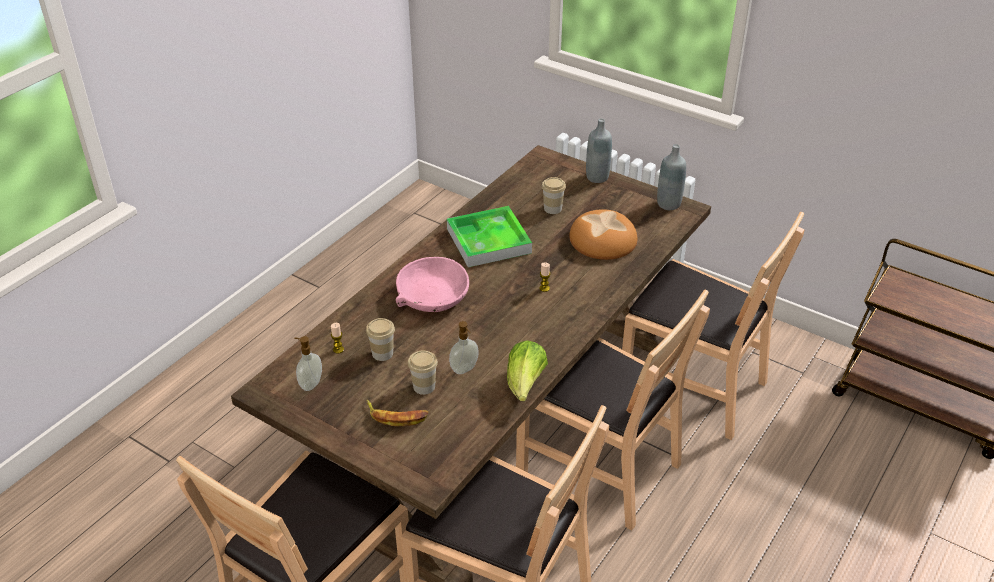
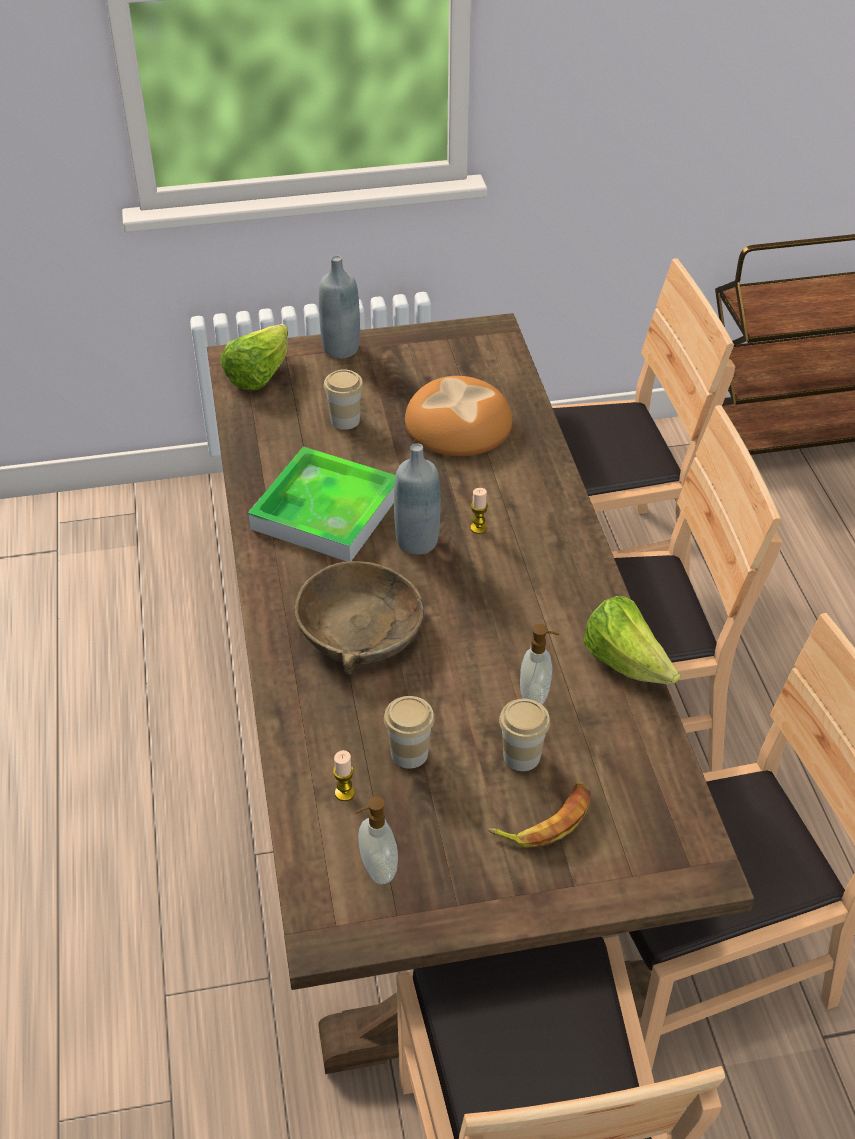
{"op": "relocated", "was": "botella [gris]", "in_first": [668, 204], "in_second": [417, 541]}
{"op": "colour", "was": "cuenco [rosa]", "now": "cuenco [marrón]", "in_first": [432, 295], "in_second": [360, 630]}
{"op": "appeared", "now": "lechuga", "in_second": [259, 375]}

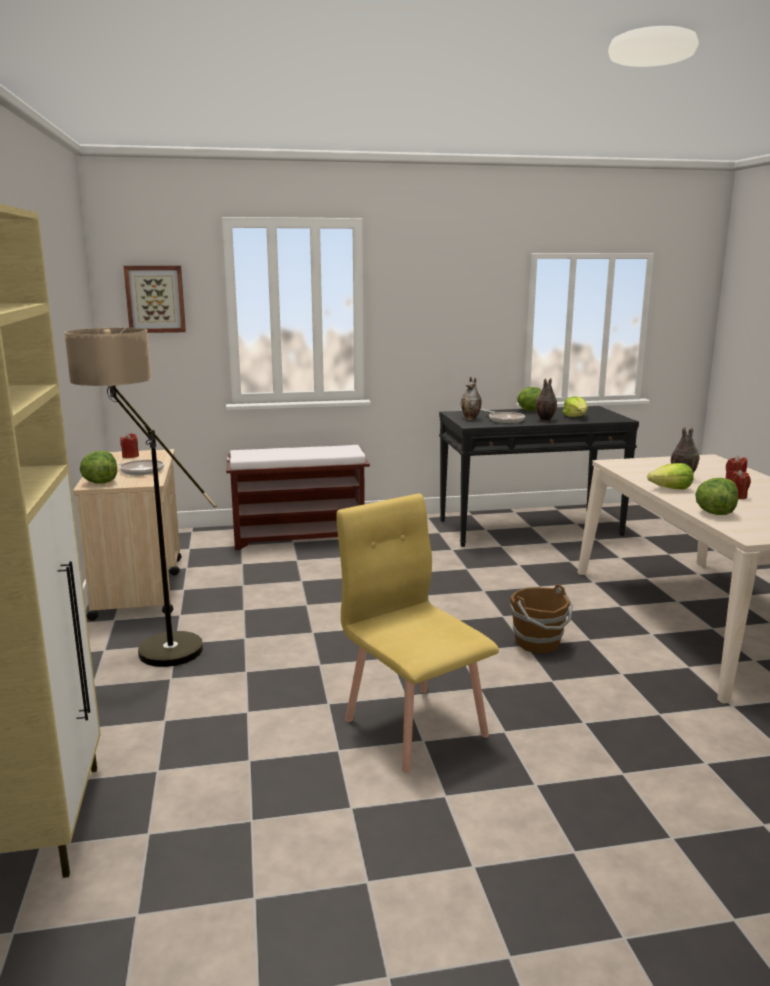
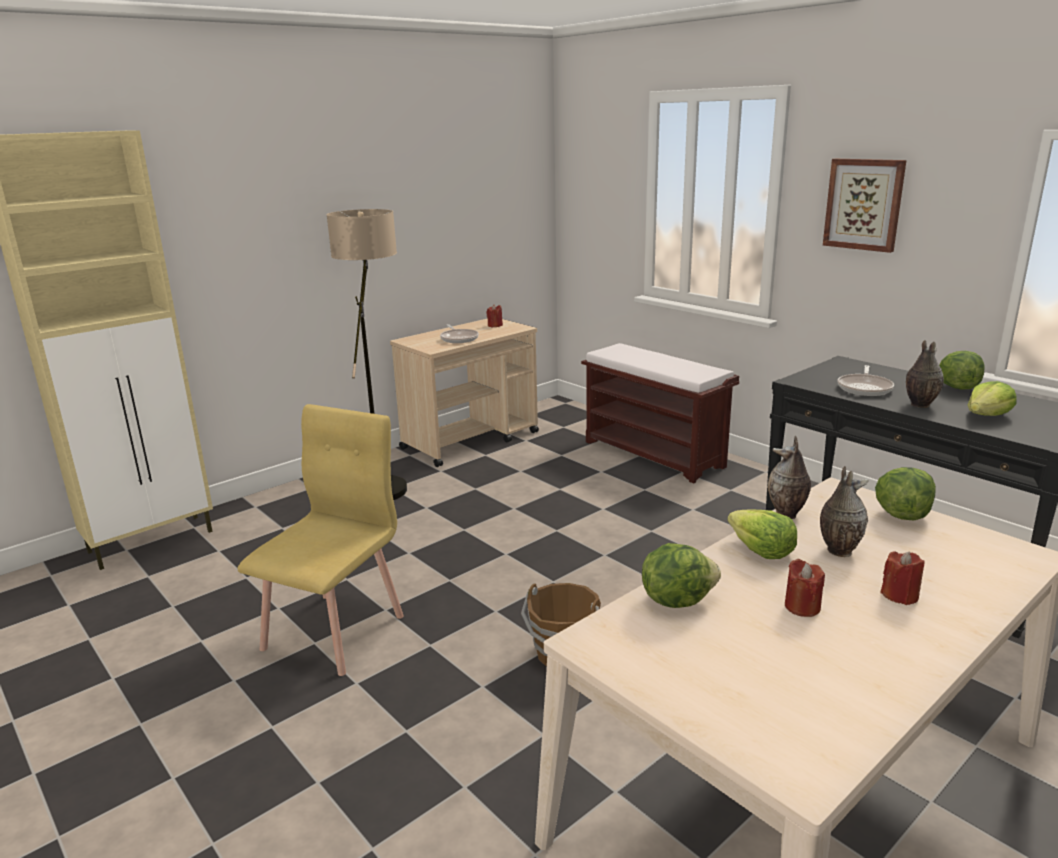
{"op": "relocated", "was": "cuadro", "in_first": [155, 299], "in_second": [864, 204]}
{"op": "relocated", "was": "florero", "in_first": [471, 419], "in_second": [786, 515]}
{"op": "relocated", "was": "lechuga", "in_first": [100, 482], "in_second": [901, 515]}

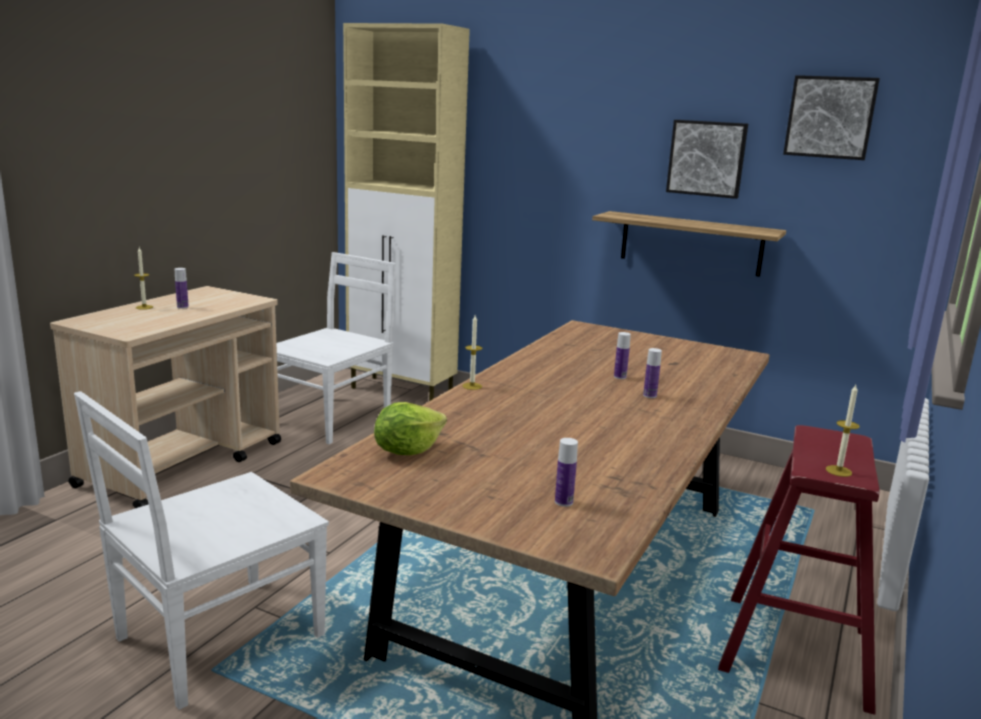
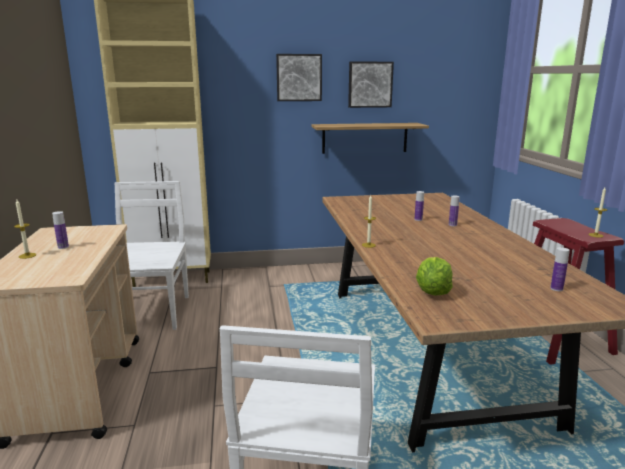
{"op": "relocated", "was": "cuadro", "in_first": [830, 117], "in_second": [299, 77]}

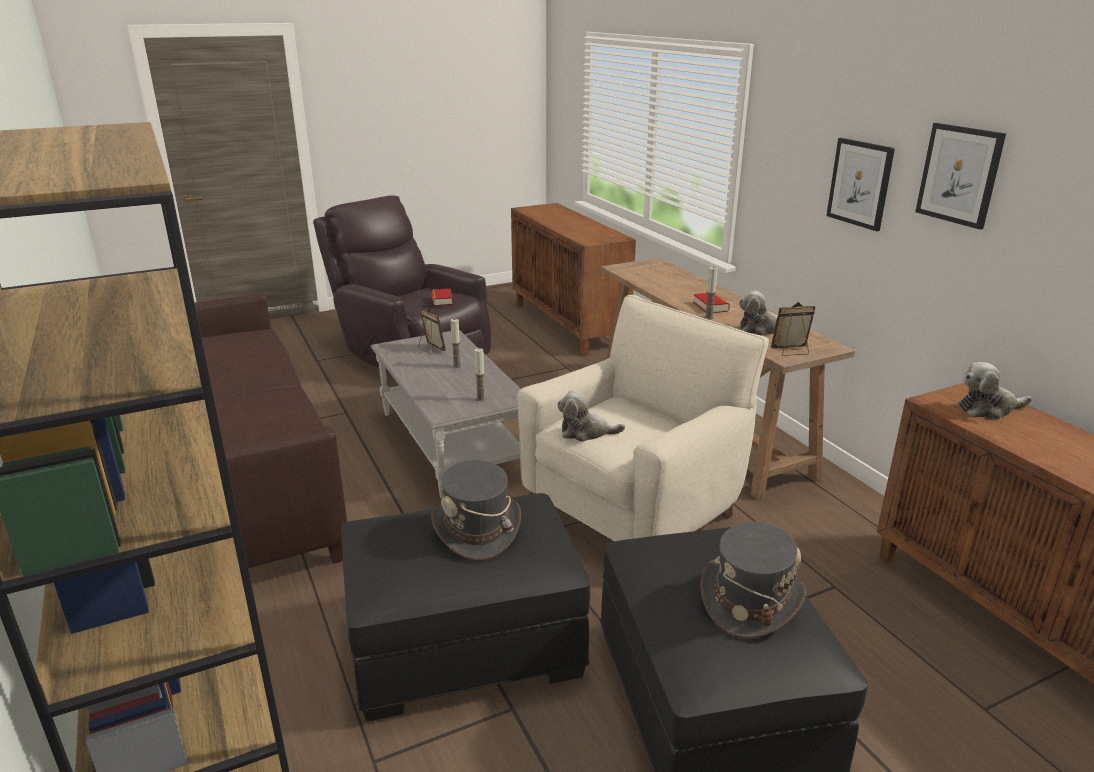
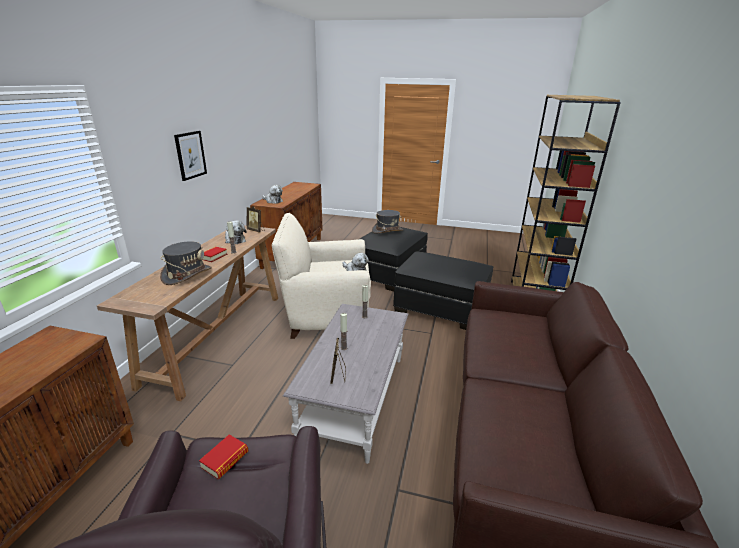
{"op": "missing", "was": "cuadro", "in_first": [959, 175]}
{"op": "relocated", "was": "sombrero [gris]", "in_first": [477, 529], "in_second": [187, 275]}

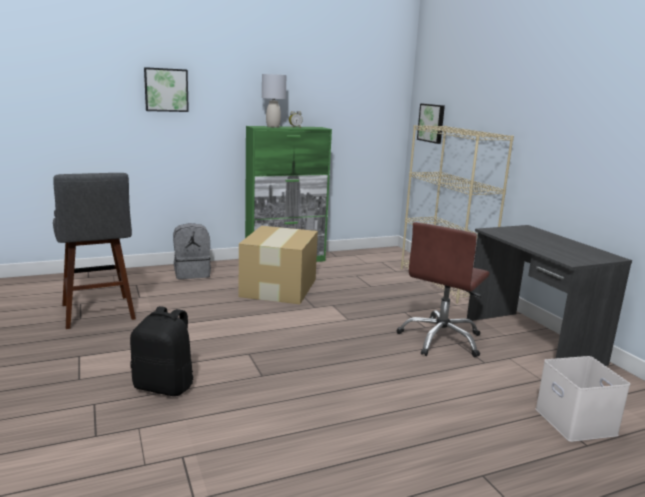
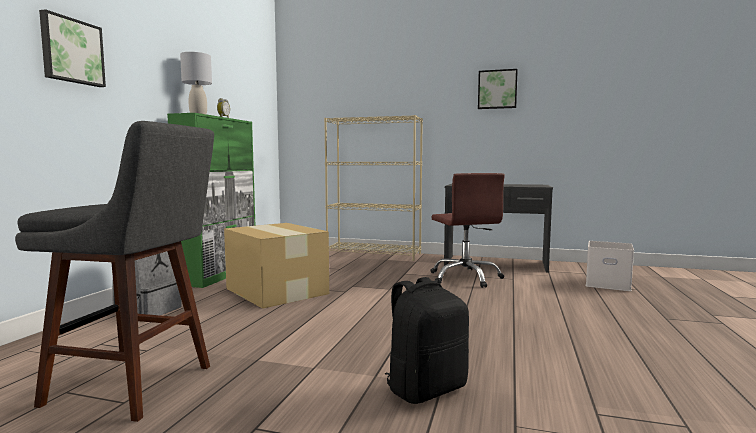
{"op": "relocated", "was": "cuadro", "in_first": [432, 123], "in_second": [497, 89]}

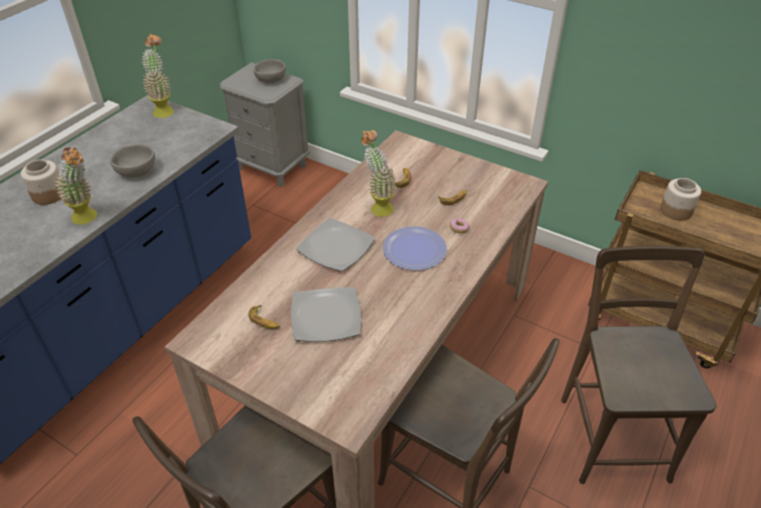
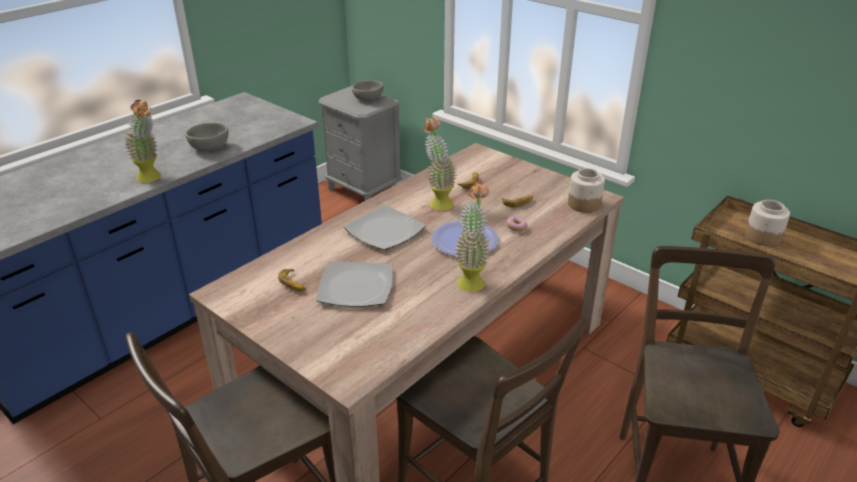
{"op": "relocated", "was": "planta en maceta", "in_first": [164, 109], "in_second": [471, 279]}
{"op": "relocated", "was": "tarro", "in_first": [48, 194], "in_second": [583, 204]}

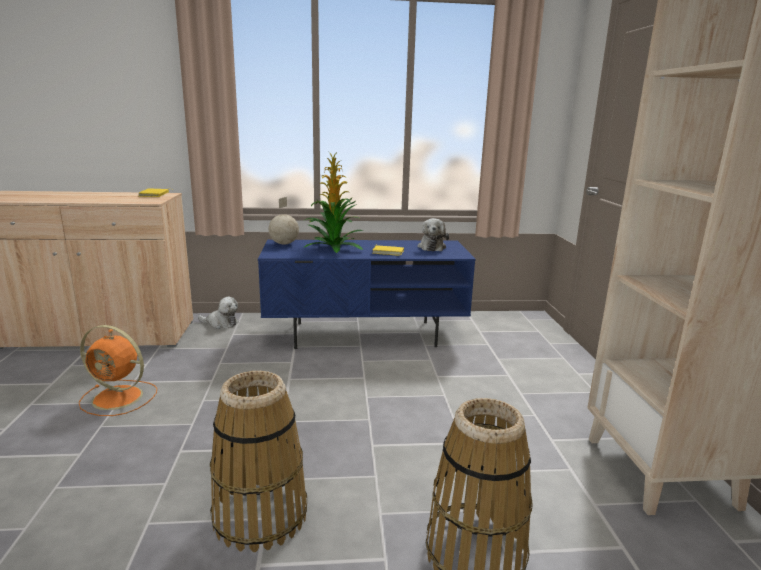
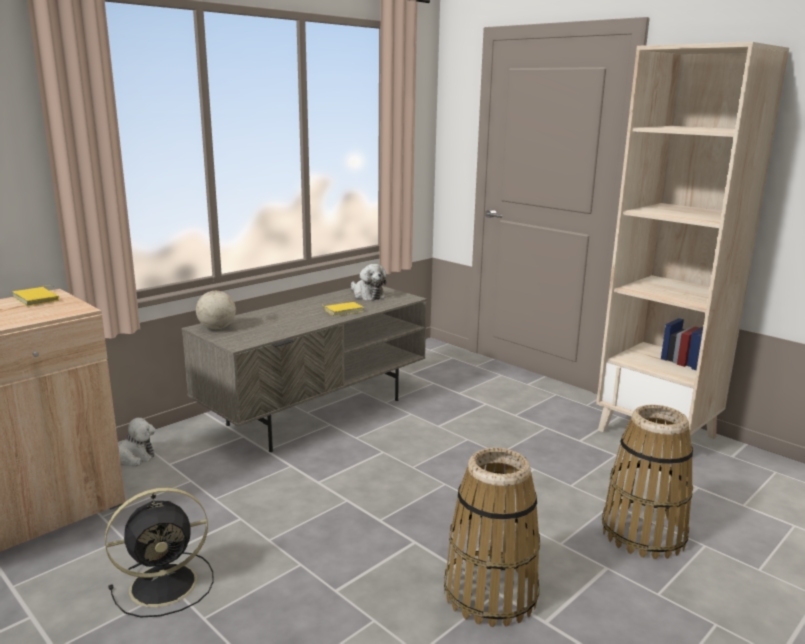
{"op": "missing", "was": "planta en maceta", "in_first": [333, 247]}
{"op": "colour", "was": "mueble de televisión [azul]", "now": "mueble de televisión [gris]", "in_first": [365, 334], "in_second": [316, 411]}
{"op": "colour", "was": "ventilador [naranja]", "now": "ventilador [negro]", "in_first": [119, 398], "in_second": [166, 584]}

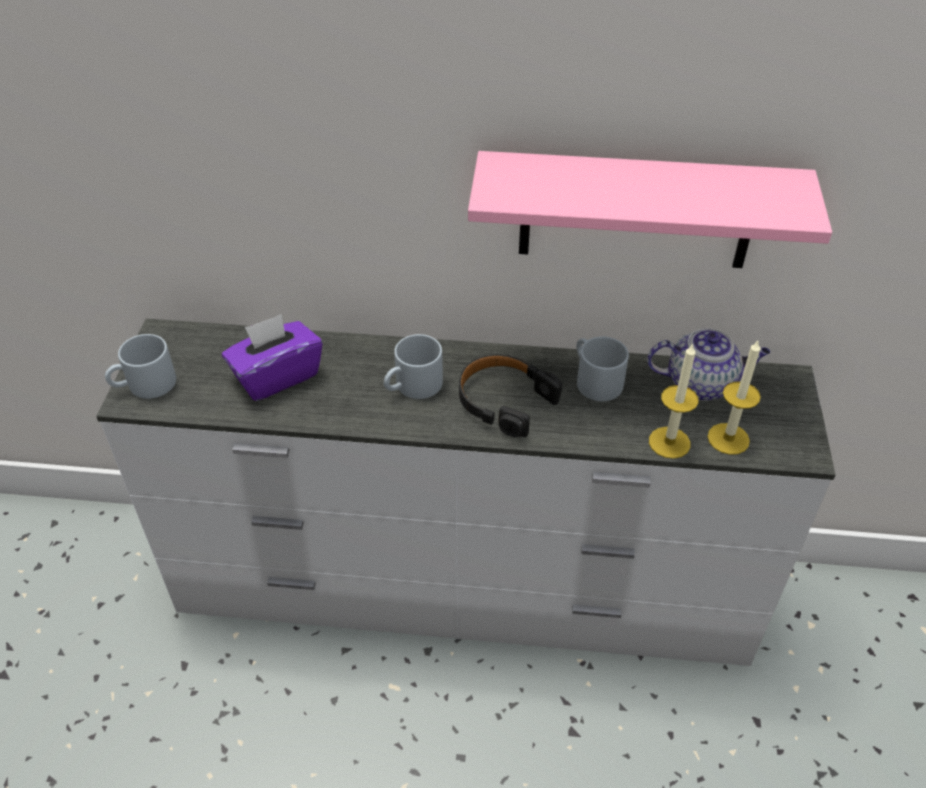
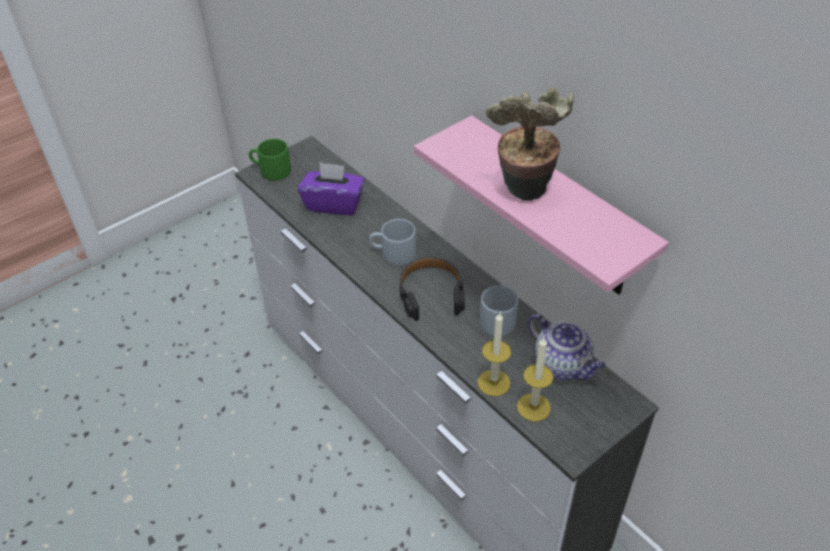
{"op": "colour", "was": "taza grande [gris]", "now": "taza grande [verde]", "in_first": [144, 386], "in_second": [270, 170]}
{"op": "appeared", "now": "planta en maceta", "in_second": [523, 193]}

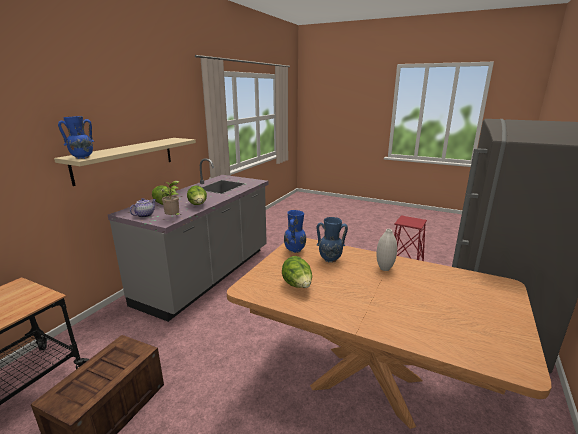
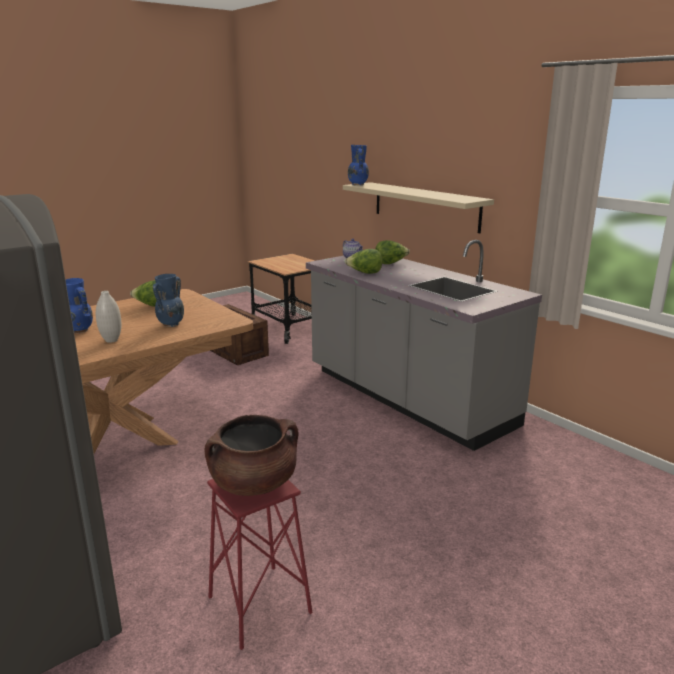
{"op": "missing", "was": "planta en maceta", "in_first": [173, 217]}
{"op": "relocated", "was": "florero [azul]", "in_first": [295, 250], "in_second": [79, 331]}
{"op": "appeared", "now": "olla [marrón]", "in_second": [254, 484]}

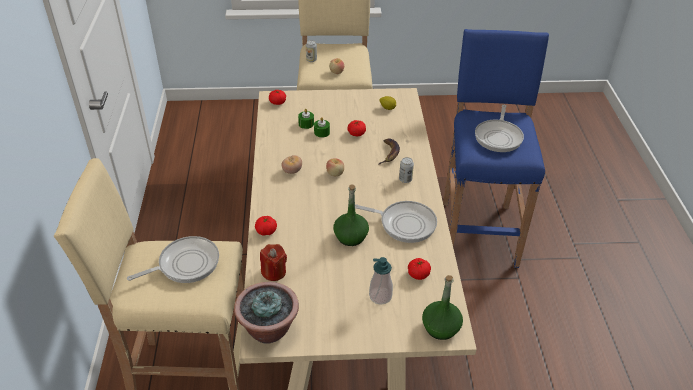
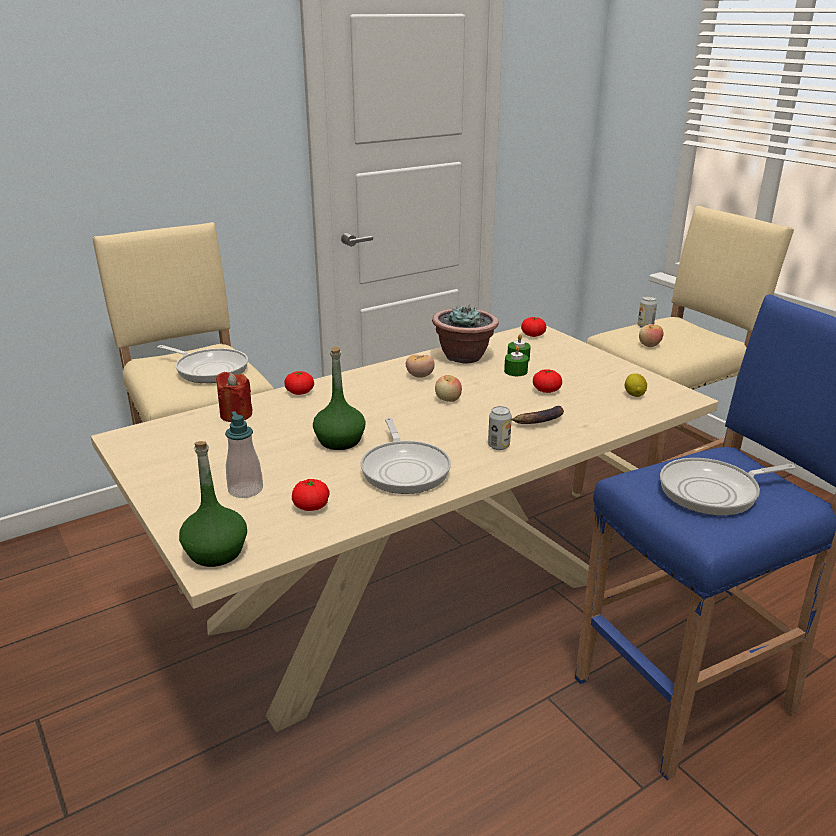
{"op": "relocated", "was": "planta en maceta", "in_first": [268, 329], "in_second": [464, 357]}

